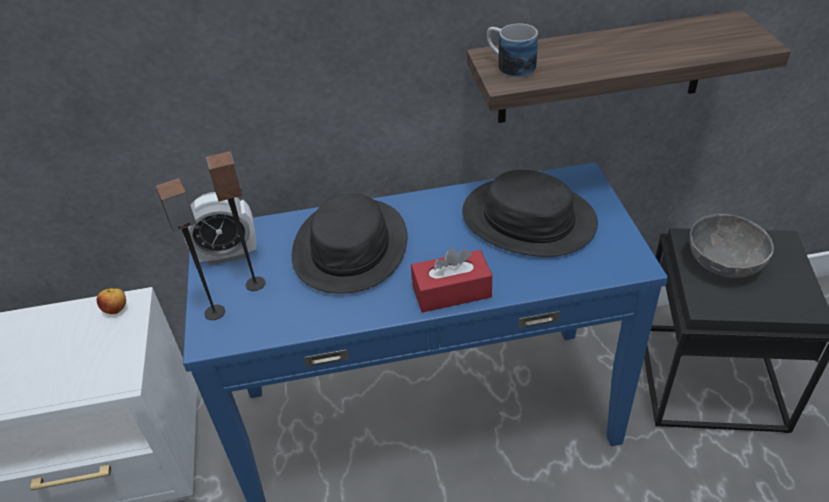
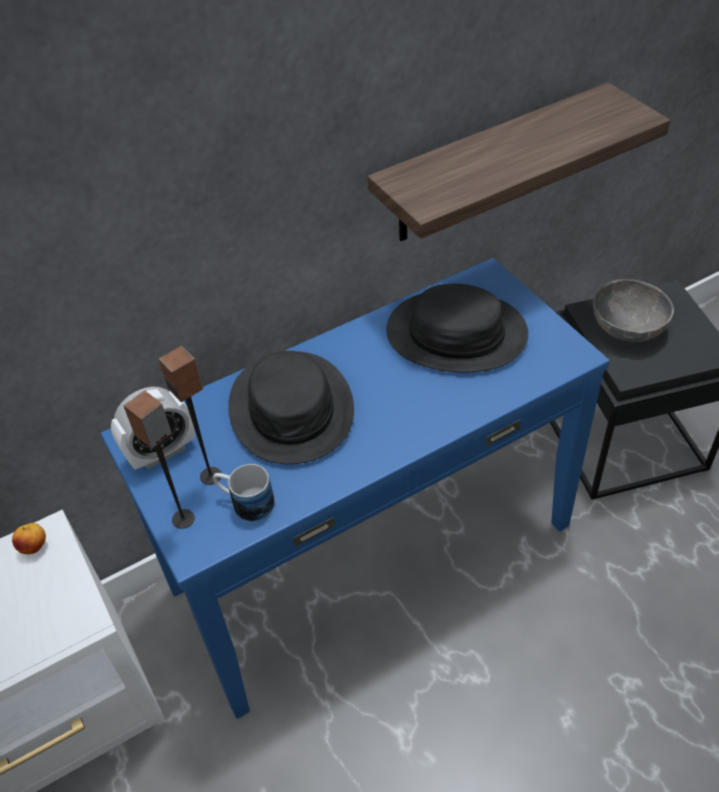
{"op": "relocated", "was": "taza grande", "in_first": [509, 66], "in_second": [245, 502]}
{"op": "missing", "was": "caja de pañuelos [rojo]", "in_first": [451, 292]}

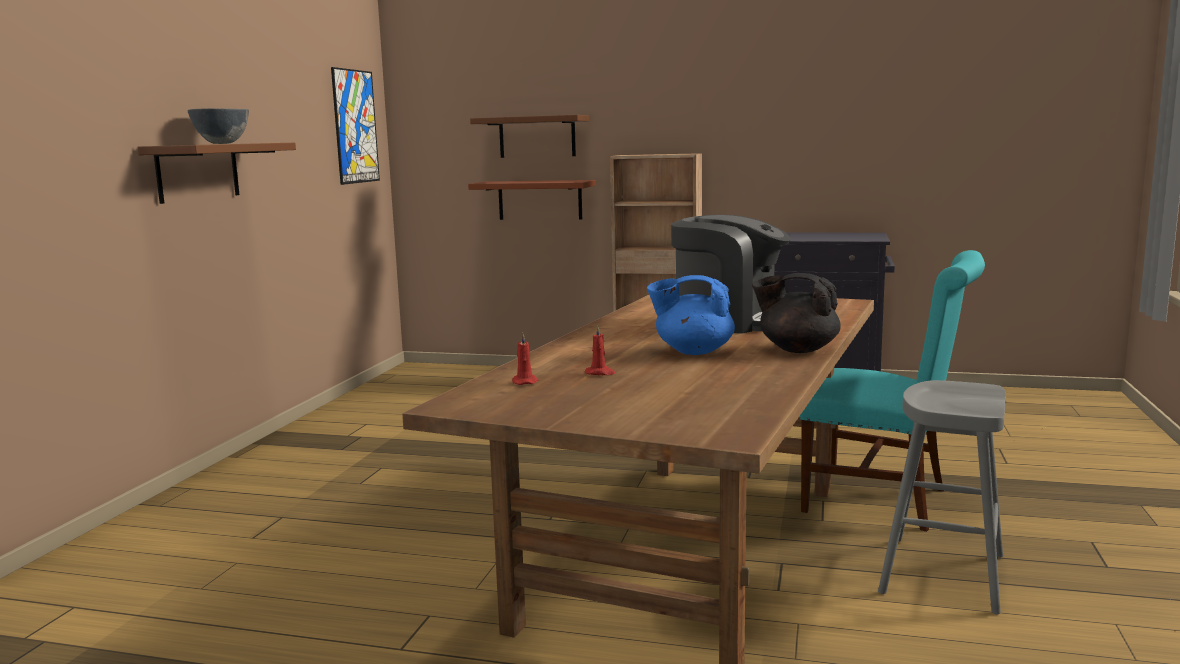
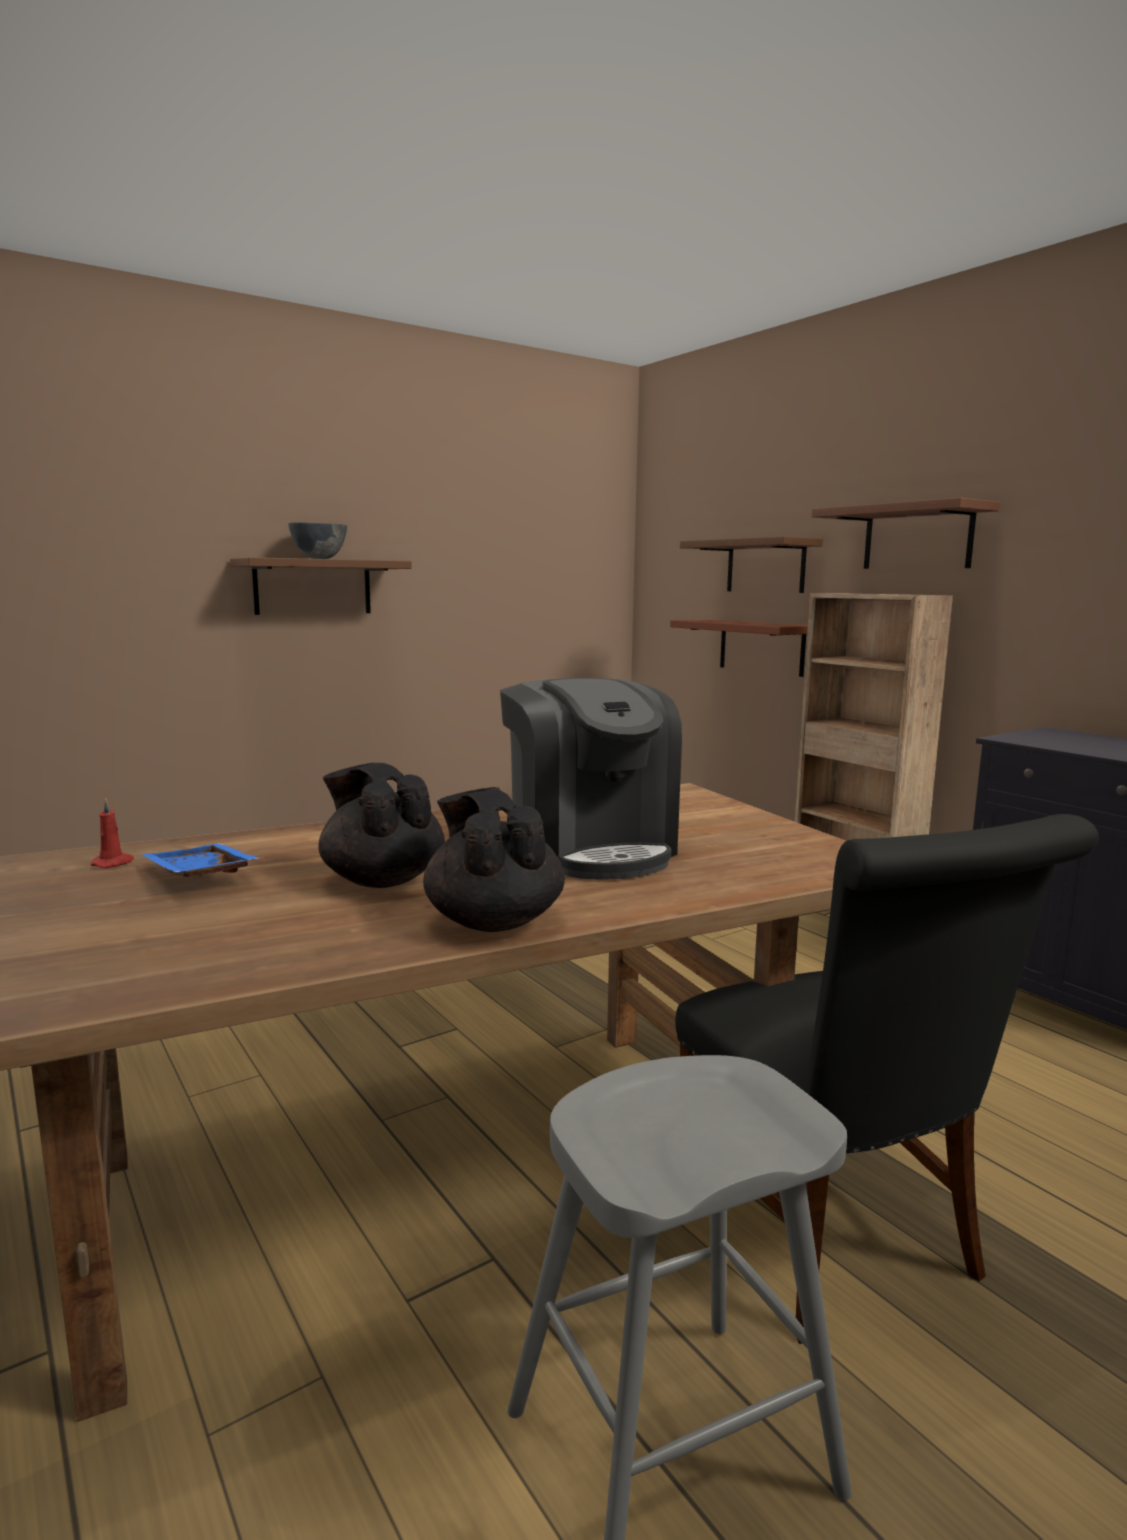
{"op": "missing", "was": "cuadro", "in_first": [355, 126]}
{"op": "colour", "was": "silla [turquesa]", "now": "silla [negro]", "in_first": [885, 501], "in_second": [835, 1242]}
{"op": "colour", "was": "tetera [azul]", "now": "tetera [negro]", "in_first": [693, 351], "in_second": [382, 880]}
{"op": "exchanged", "was": "vela [rojo]", "now": "bandeja [azul]", "in_first": [600, 373], "in_second": [197, 876]}
{"op": "appeared", "now": "estante [marrón]", "in_second": [917, 538]}

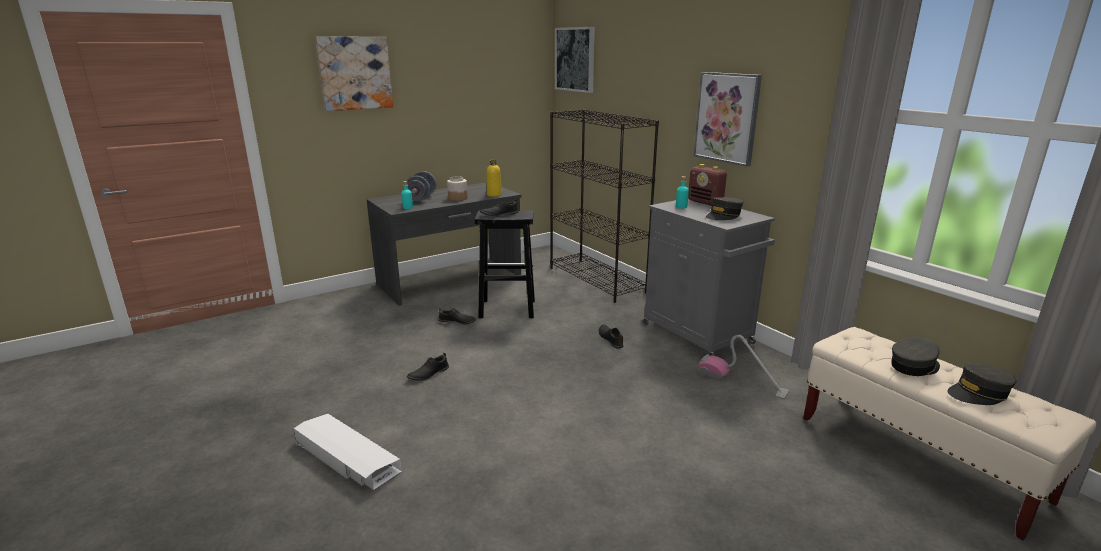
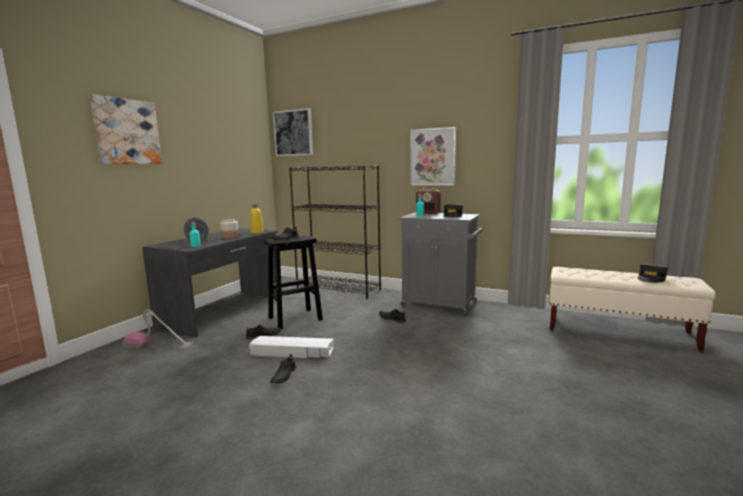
{"op": "relocated", "was": "aspiradora", "in_first": [741, 381], "in_second": [158, 345]}
{"op": "missing", "was": "gorra [gris]", "in_first": [914, 366]}
{"op": "relocated", "was": "caja de almacenaje [blanco]", "in_first": [347, 457], "in_second": [293, 352]}

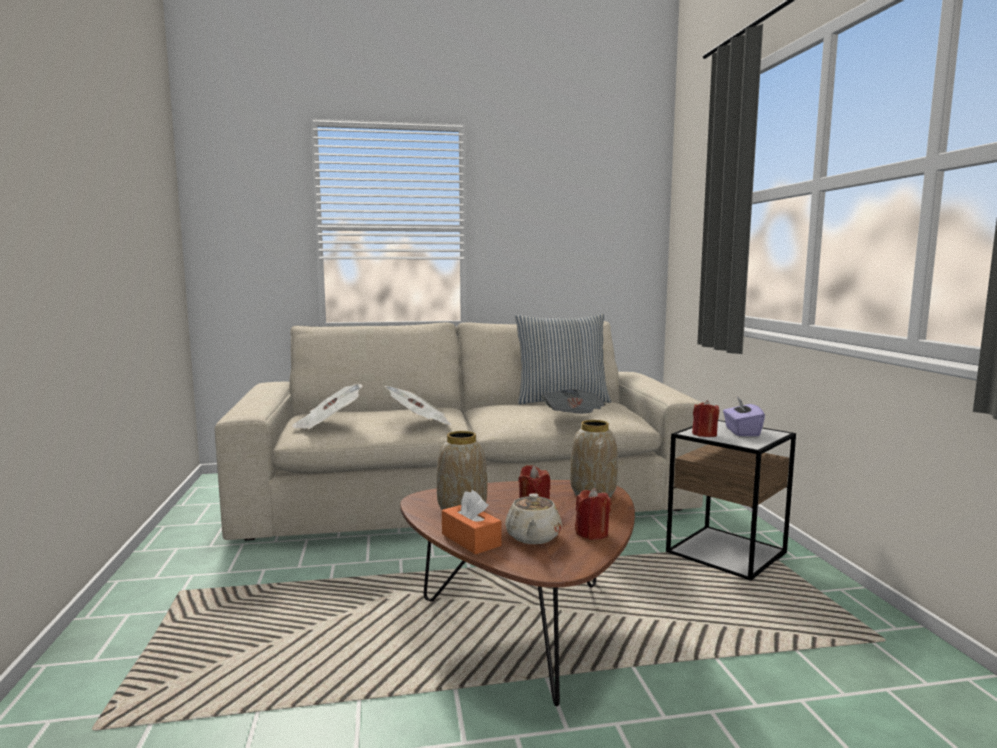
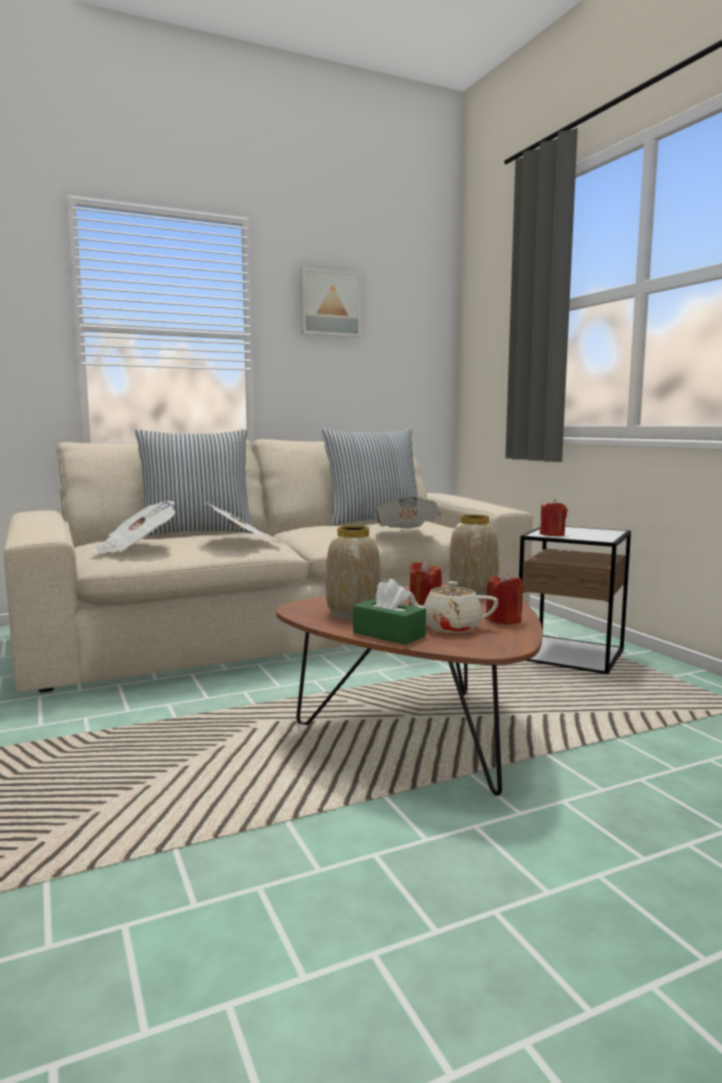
{"op": "missing", "was": "caja de pañuelos [morado]", "in_first": [741, 432]}
{"op": "colour", "was": "caja de pañuelos [naranja]", "now": "caja de pañuelos [verde]", "in_first": [471, 540], "in_second": [388, 634]}
{"op": "spun", "was": "tetera [beis]", "in_first": [533, 537], "in_second": [449, 627], "clockwise": 105}
{"op": "appeared", "now": "cuadro", "in_second": [329, 304]}
{"op": "appeared", "now": "cojín", "in_second": [196, 532]}

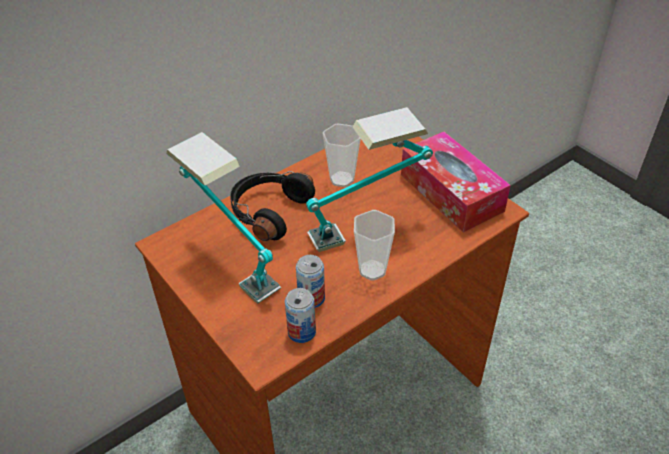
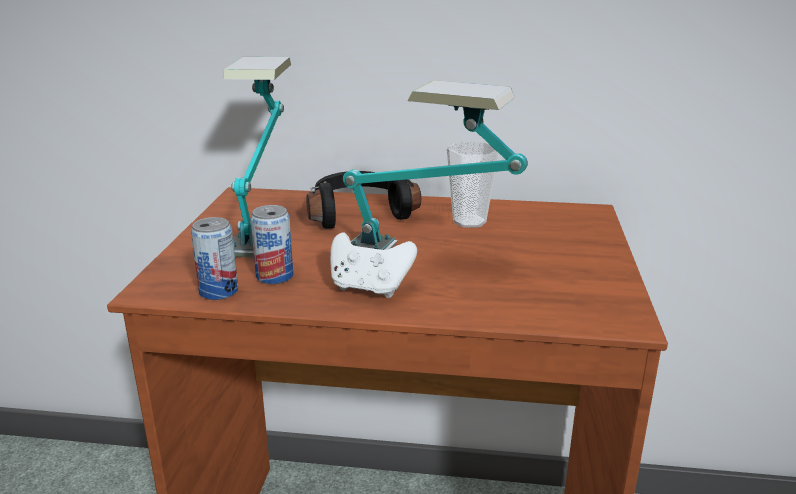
{"op": "missing", "was": "caja de pañuelos", "in_first": [451, 192]}
{"op": "exchanged", "was": "taza", "now": "mando de consola [blanco]", "in_first": [372, 270], "in_second": [369, 288]}

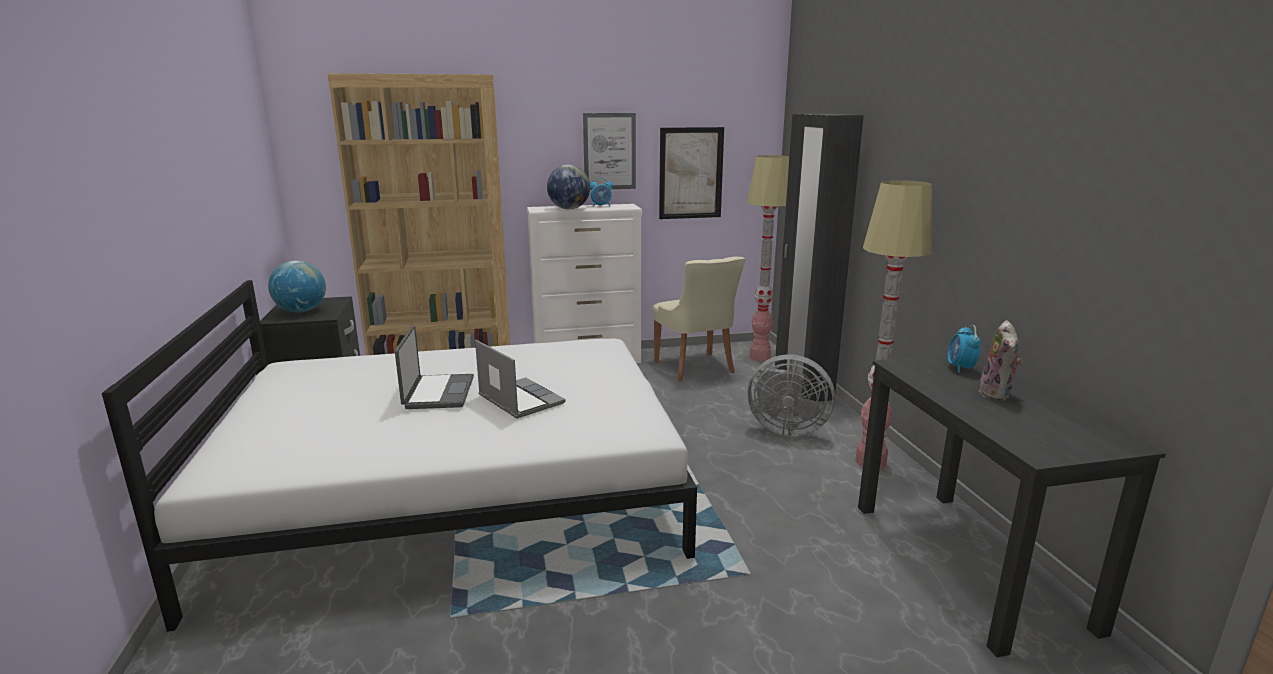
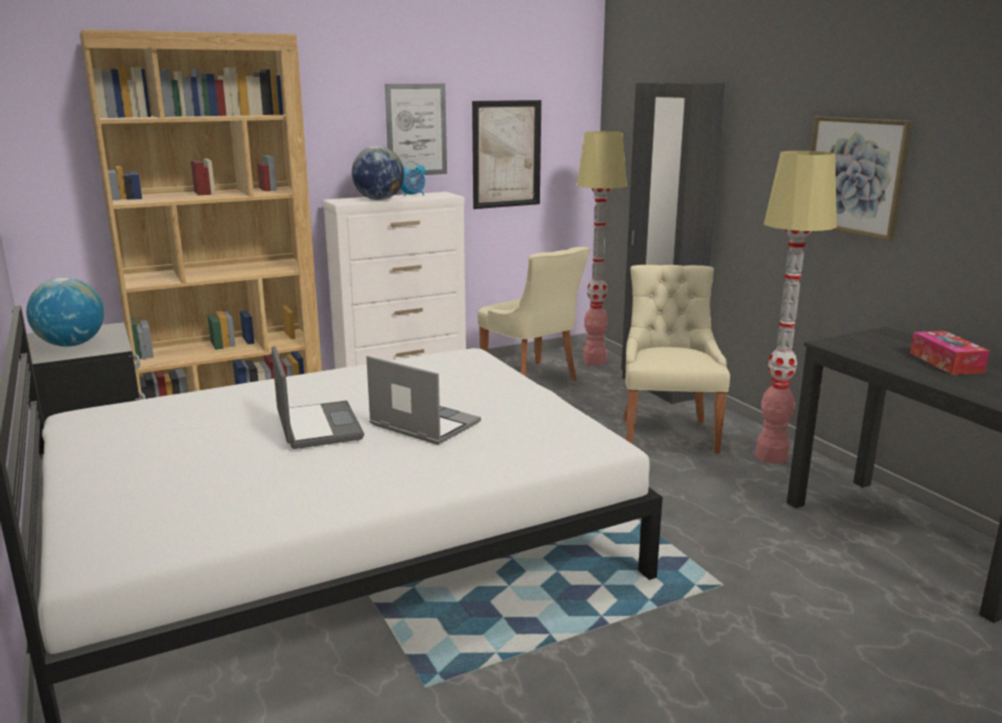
{"op": "exchanged", "was": "peluche", "now": "caja de pañuelos", "in_first": [997, 394], "in_second": [946, 362]}
{"op": "missing", "was": "despertador", "in_first": [960, 368]}
{"op": "exchanged", "was": "ventilador [gris]", "now": "silla [beis]", "in_first": [785, 429], "in_second": [667, 433]}
{"op": "appeared", "now": "cuadro", "in_second": [855, 176]}

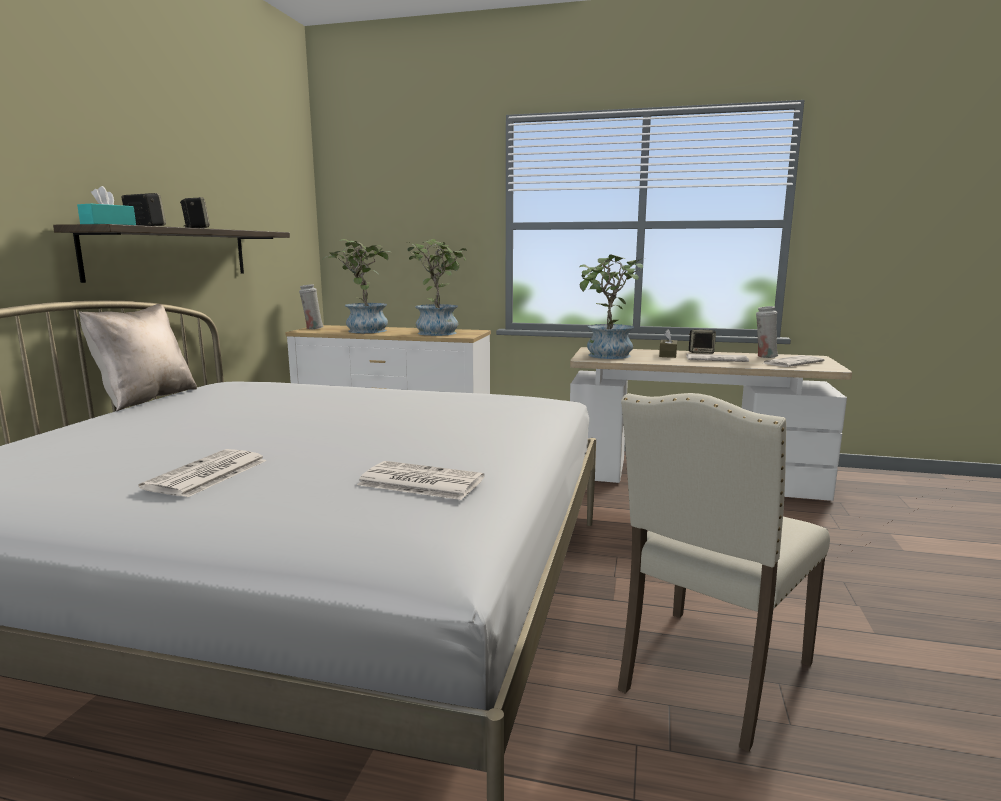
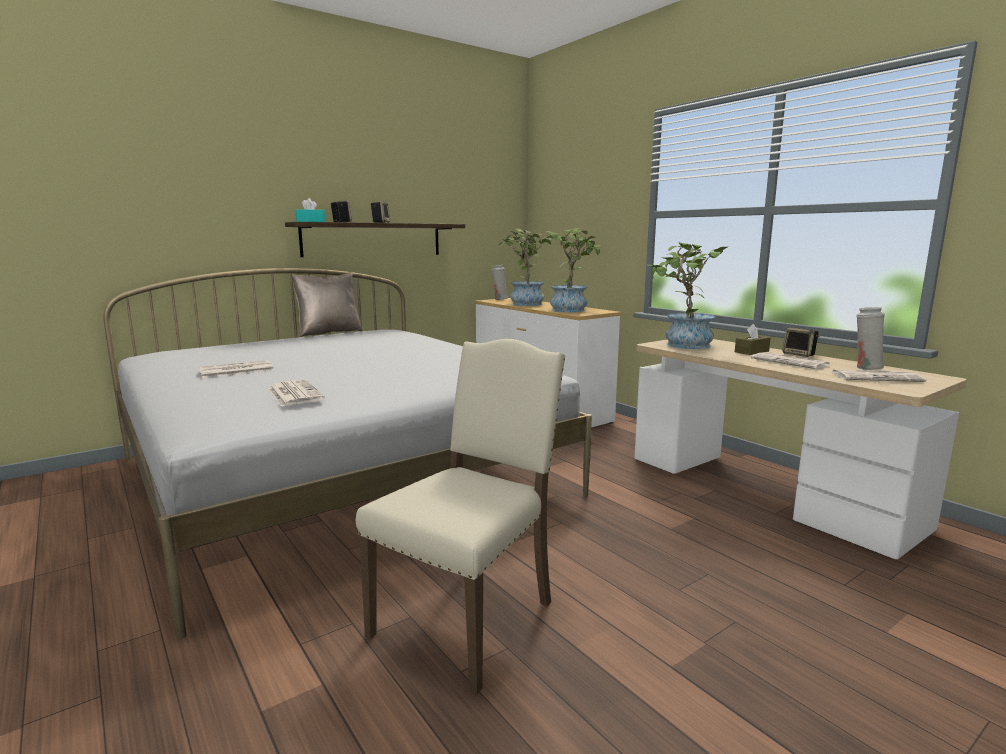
{"op": "spun", "was": "silla [beis]", "in_first": [710, 676], "in_second": [469, 617], "clockwise": 135}

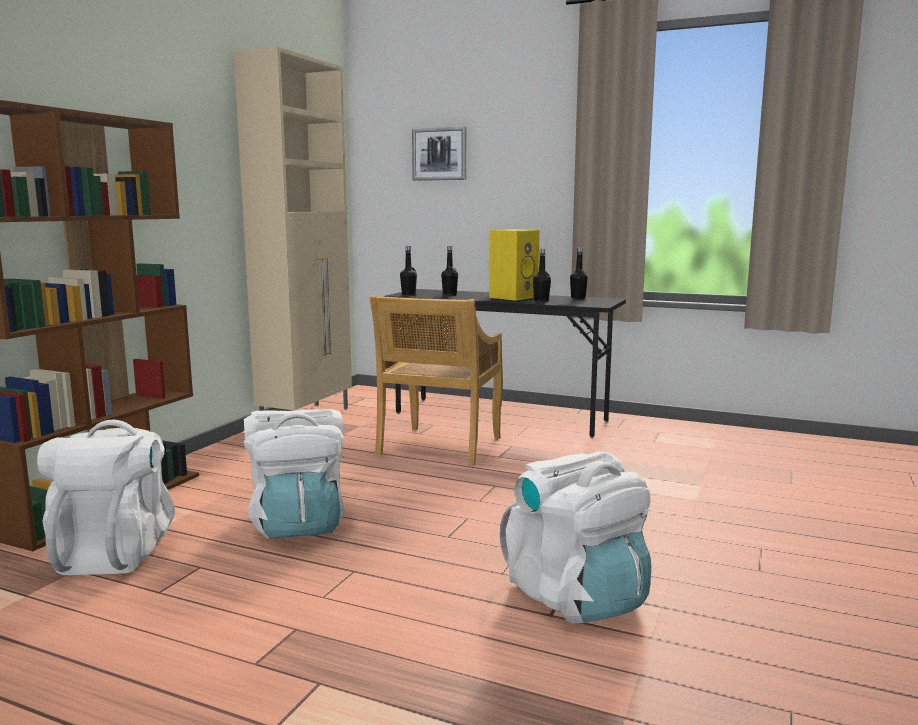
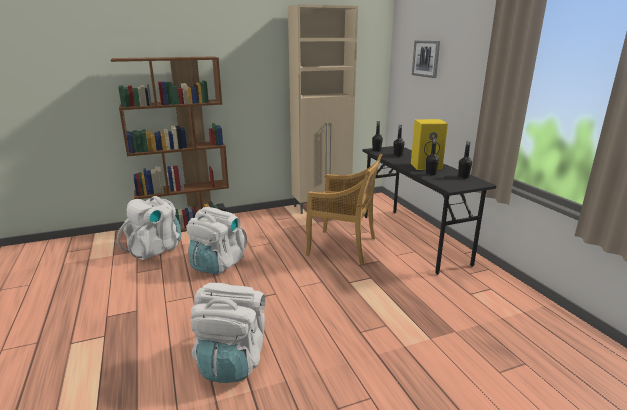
{"op": "spun", "was": "silla [beis]", "in_first": [439, 447], "in_second": [343, 247], "clockwise": -135}

